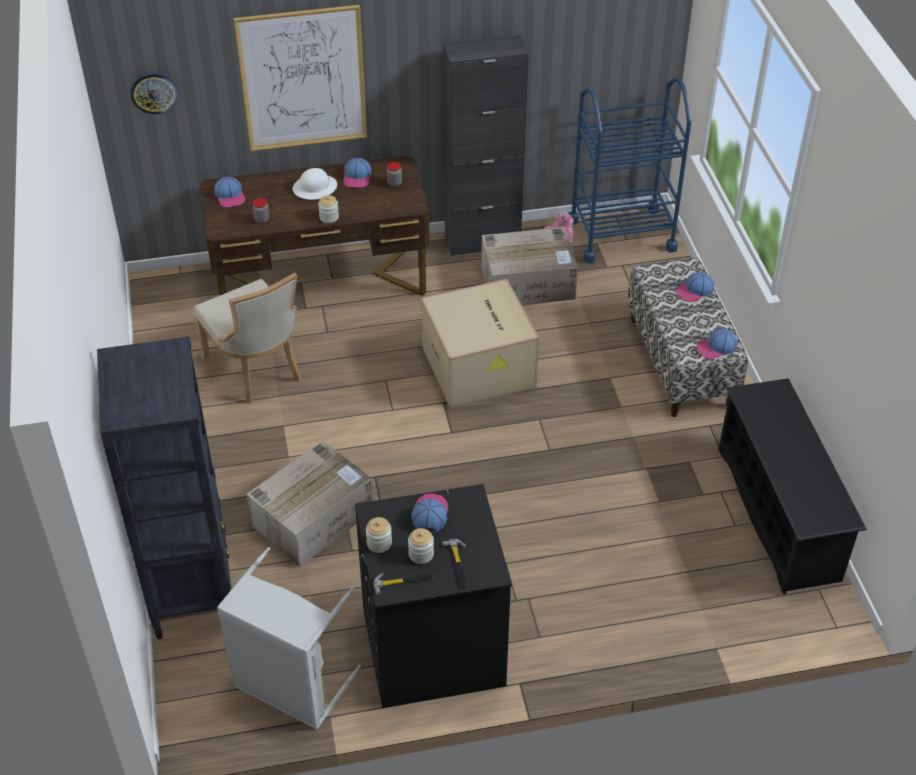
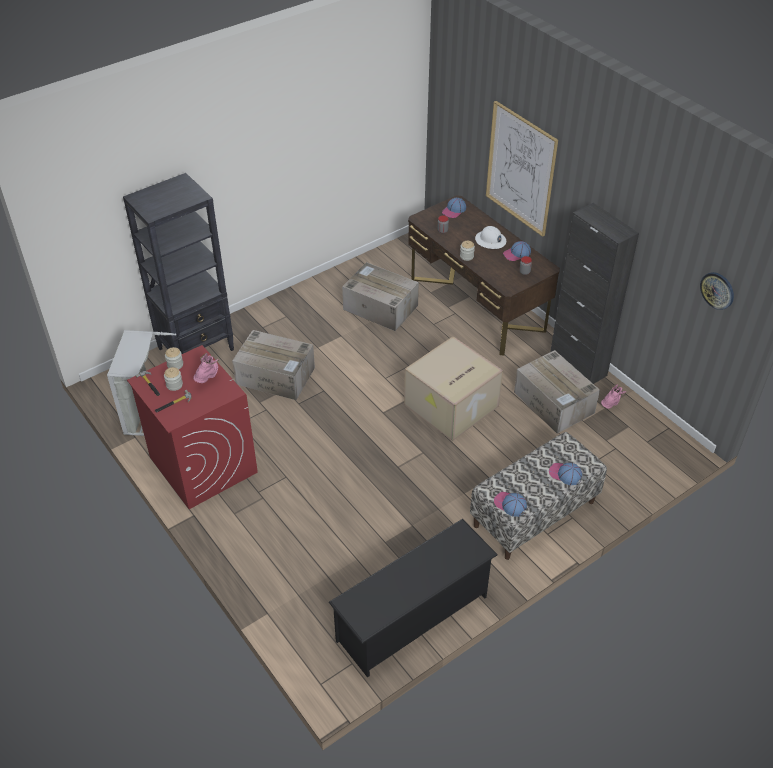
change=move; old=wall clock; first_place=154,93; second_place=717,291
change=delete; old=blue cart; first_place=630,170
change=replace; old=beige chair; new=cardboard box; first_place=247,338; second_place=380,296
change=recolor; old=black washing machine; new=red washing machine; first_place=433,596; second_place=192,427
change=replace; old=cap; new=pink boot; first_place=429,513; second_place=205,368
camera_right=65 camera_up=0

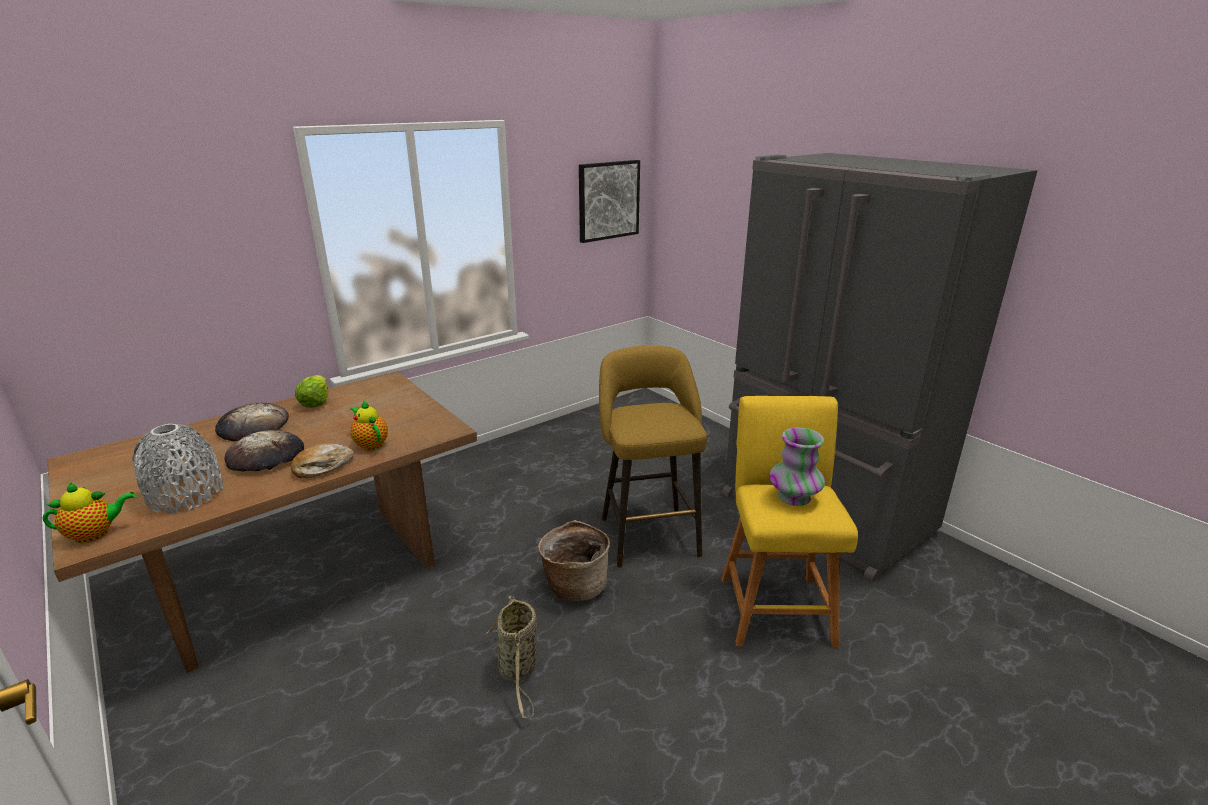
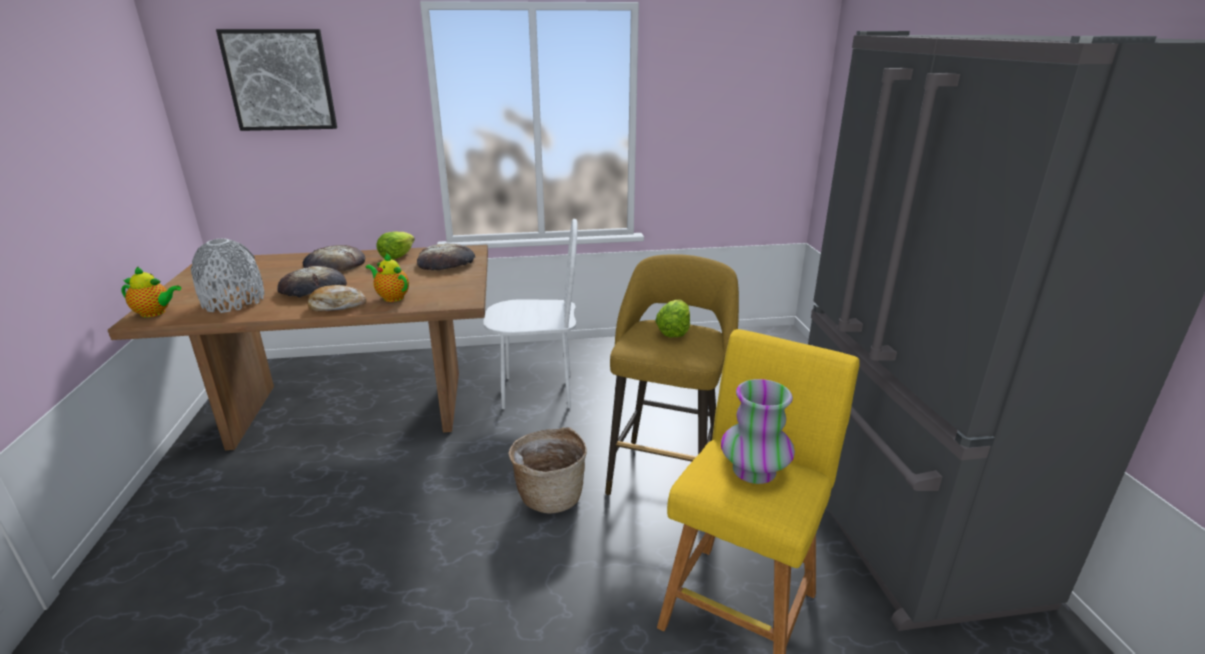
change=move; old=picture; first_place=609,201; second_place=276,80
change=rotate; old=teapot; first_place=369,426; second_place=387,277; degrees=-45
change=delete; old=basket; first_place=511,657
change=insert; new=white chair; second_place=530,314
change=insert; new=bread; second_place=446,257
change=insert; new=lettuce; second_place=672,318
camera_right=30 camera_up=0

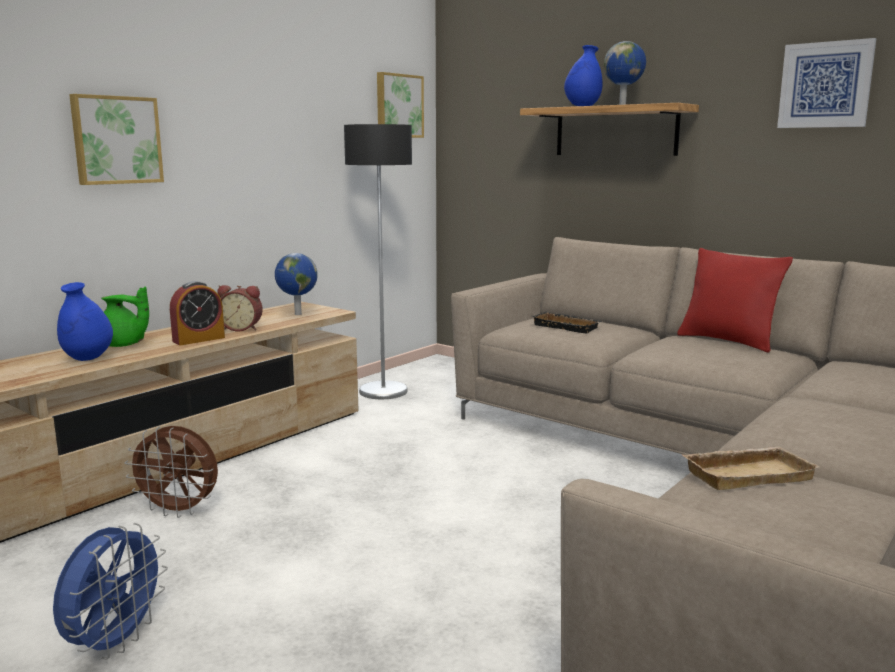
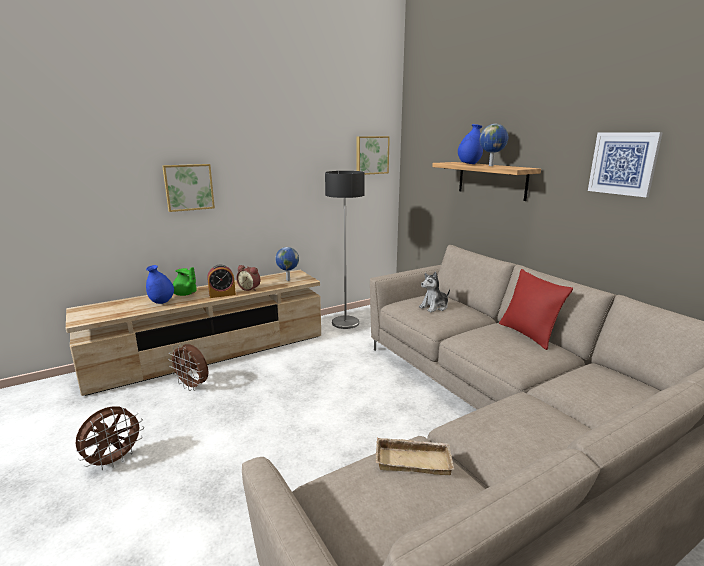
change=replace; old=black tray; new=plush toy; first_place=567,323; second_place=434,291
change=recolor; old=blue fan; new=brown fan; first_place=110,591; second_place=110,438
camera_right=20 camera_up=5

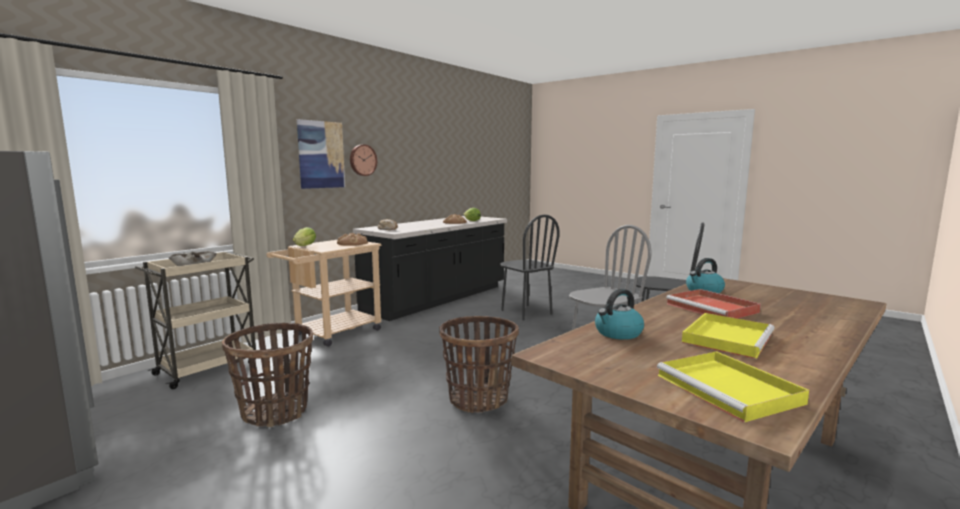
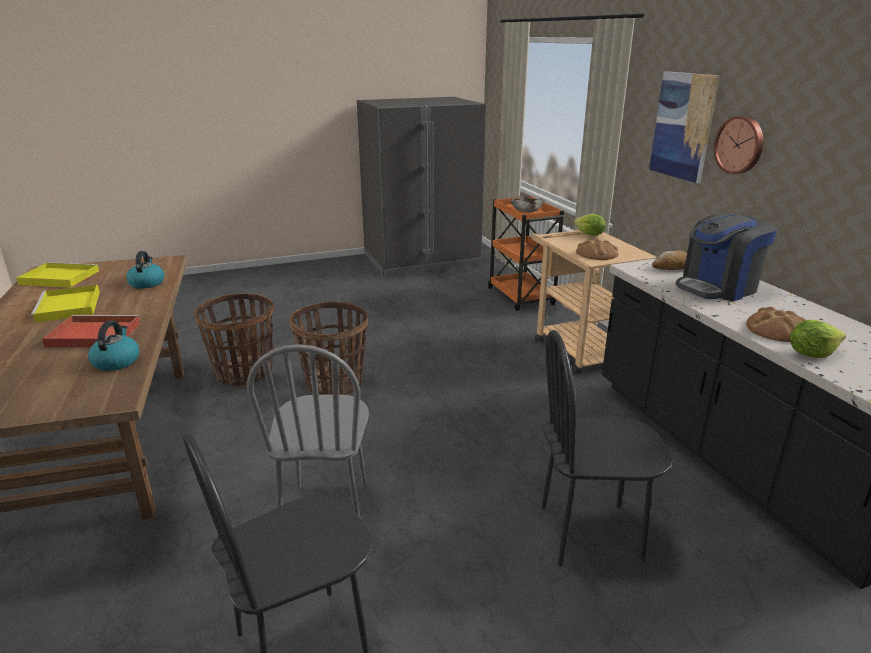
change=recolor; old=beige cart; new=orange cart; first_place=195,320; second_place=526,253
change=move; old=basket; first_place=267,375; second_place=234,339
change=insert; new=coffee machine; second_place=726,257
camera_right=120 camera_up=15

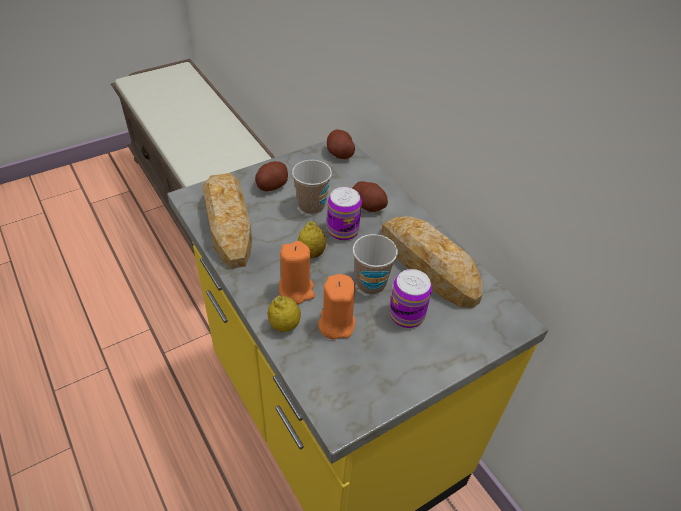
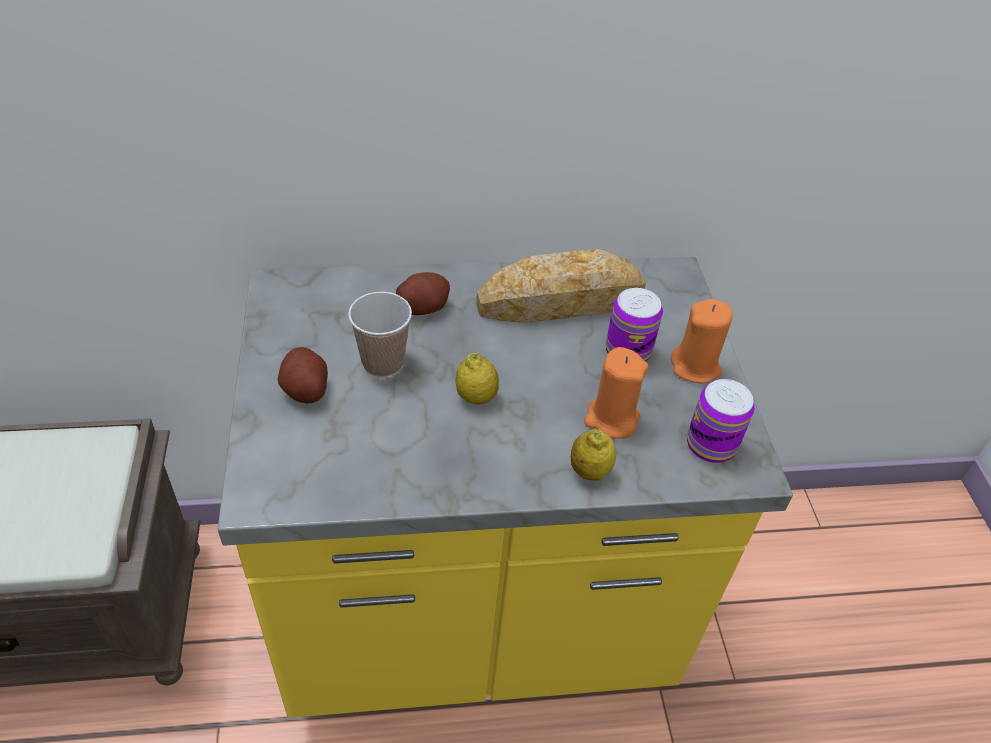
change=delete; old=potato; first_place=341,144
change=delete; old=bread; first_place=227,221
change=move; old=can; first_place=344,214; second_place=721,421
change=delete; old=cup; first_place=375,264
change=move; old=orange candle; first_place=297,272; second_place=702,341
camera_right=-65 camera_up=0

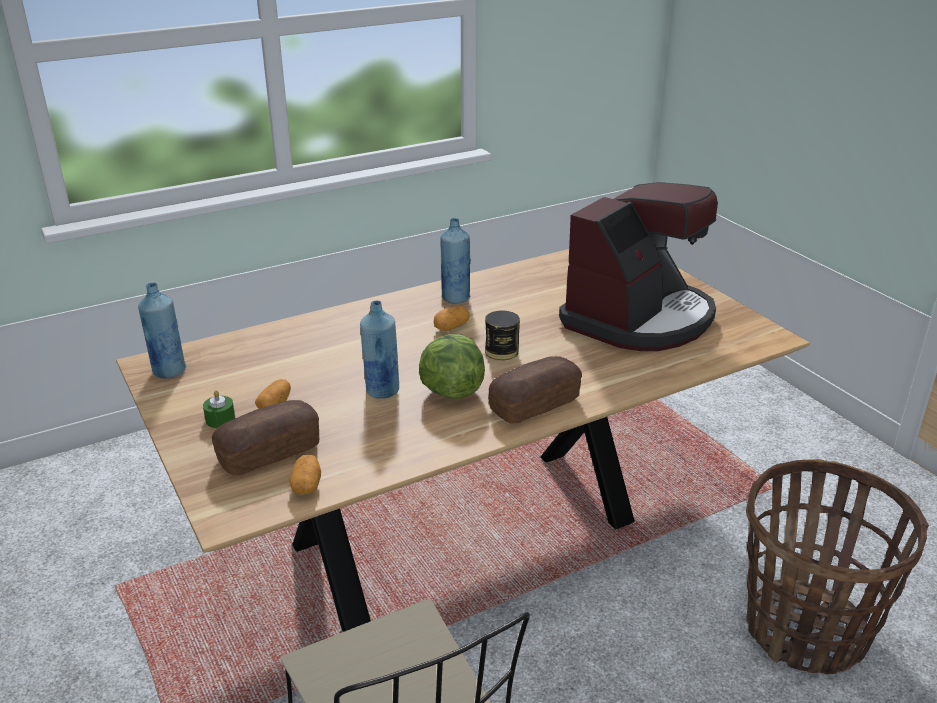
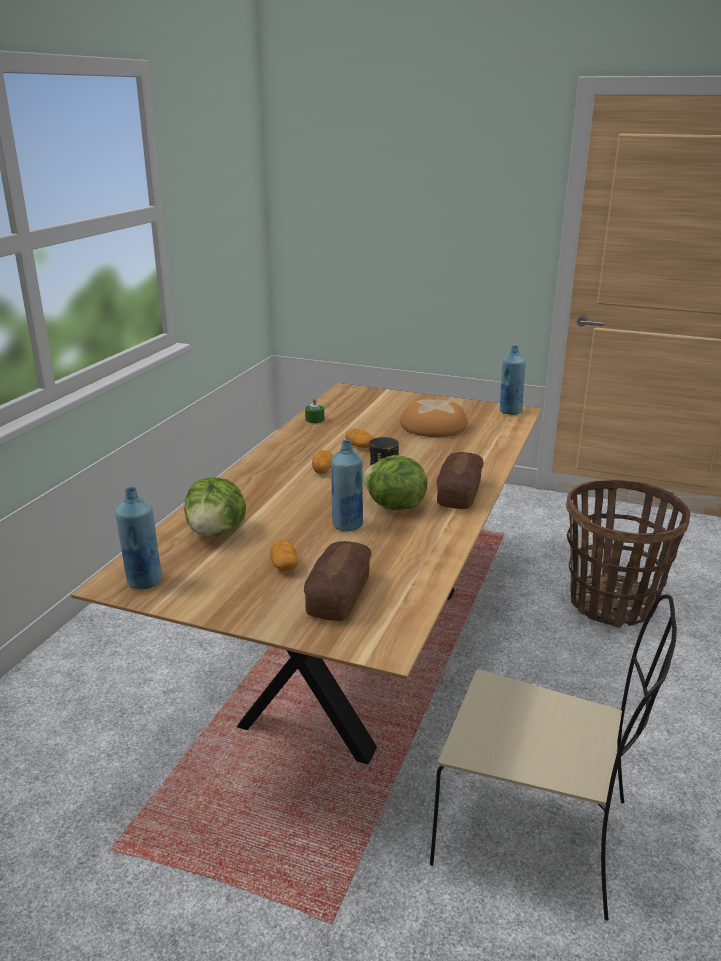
change=replace; old=coffee machine; new=bread; first_place=638,266; second_place=433,417
change=move; old=blue bottle; first_place=455,261; second_place=513,380
change=move; old=green candle; first_place=219,409; second_place=314,410
change=move; old=potato; first_place=305,474; second_place=359,438
change=insert; new=lettuce; second_place=215,506
camera_right=-40 camera_up=-5

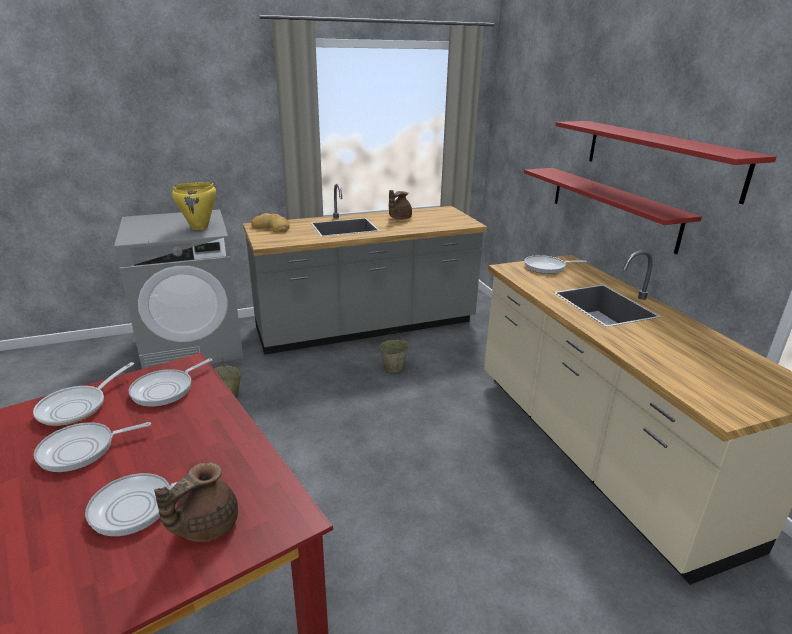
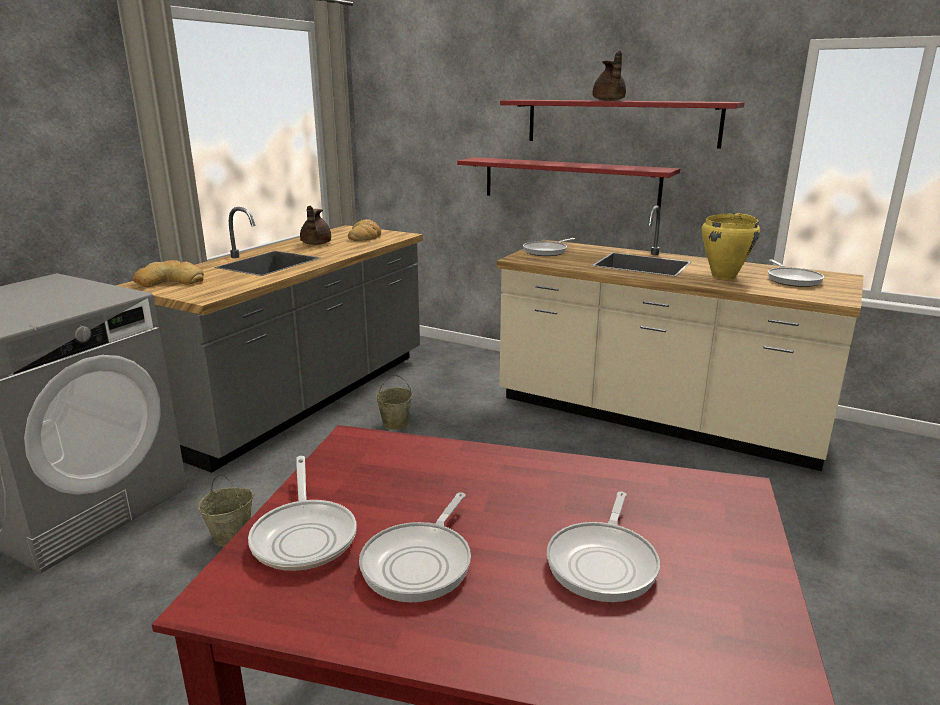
change=move; old=yellow cooking pot; first_place=194,206; second_place=730,246
change=move; old=frying pan; first_place=170,382; second_place=796,273
change=move; old=brown teapot; first_place=196,502; second_place=609,76
change=insert; new=bread; second_place=364,230
camera_right=-40 camera_up=-5

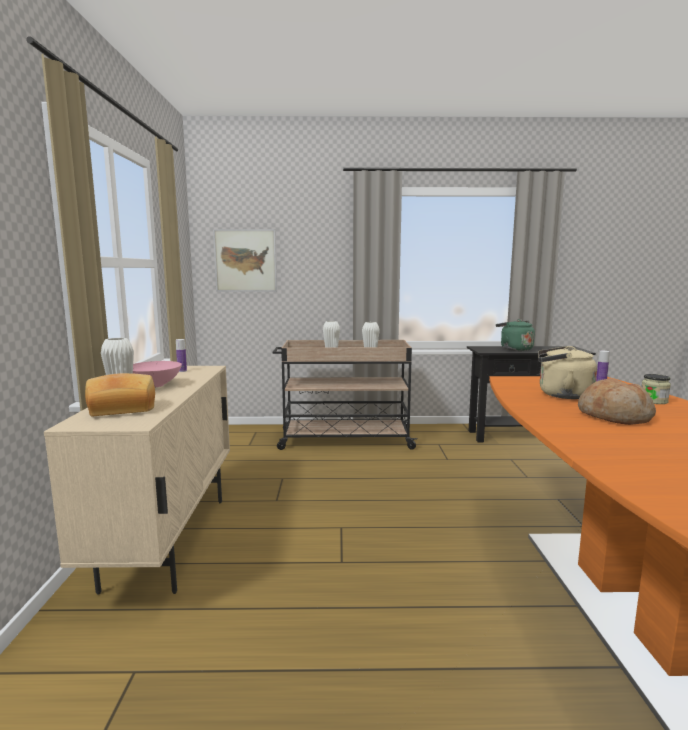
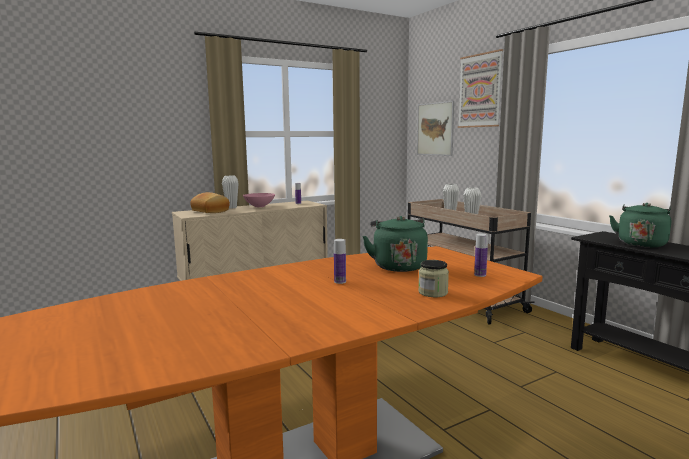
change=recolor; old=beige kettle; new=green kettle; first_place=567,372; second_place=395,244
change=replace; old=bread; new=bottle; first_place=617,401; second_place=340,261
change=insert; new=picture; second_place=480,88
camera_right=60 camera_up=0

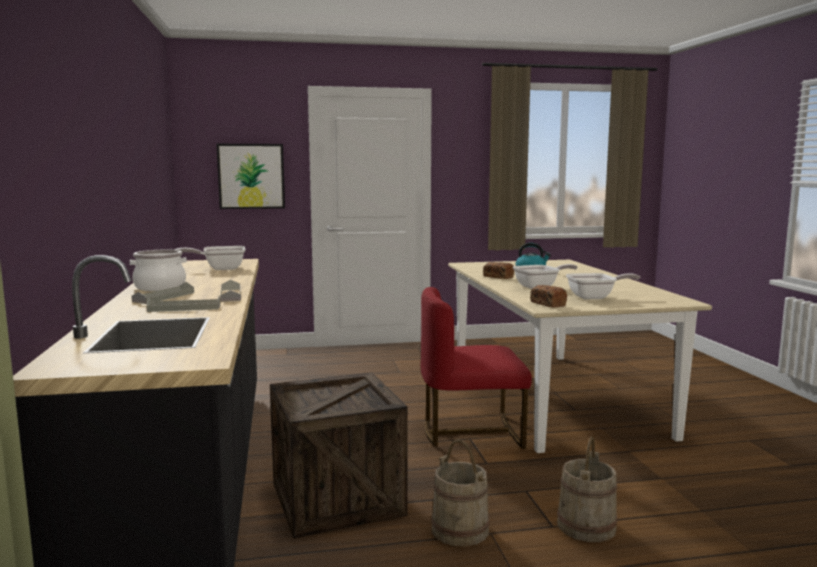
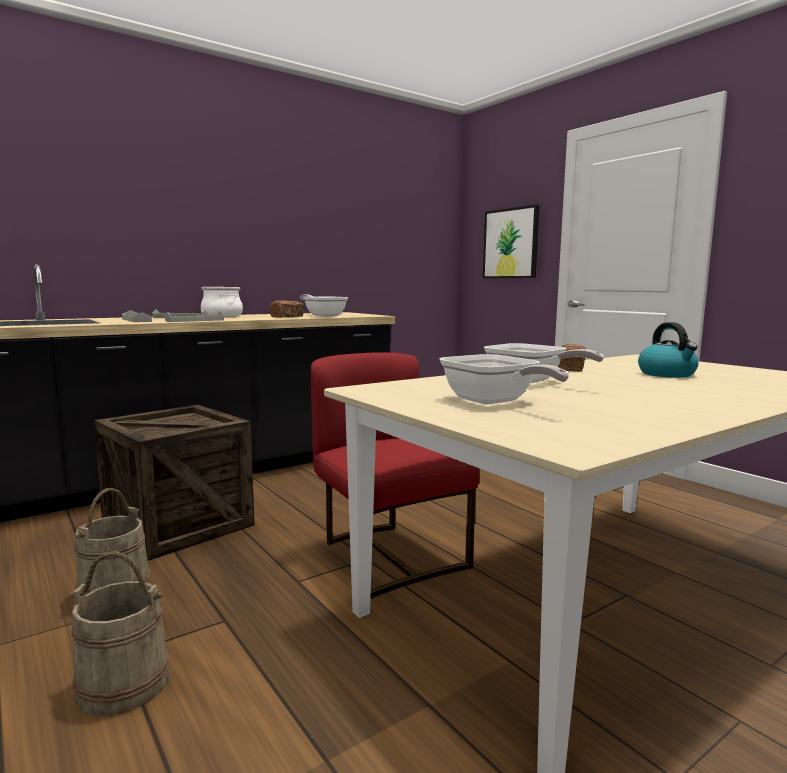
change=move; old=bread; first_place=548,296; second_place=287,308
camera_right=65 camera_up=0

